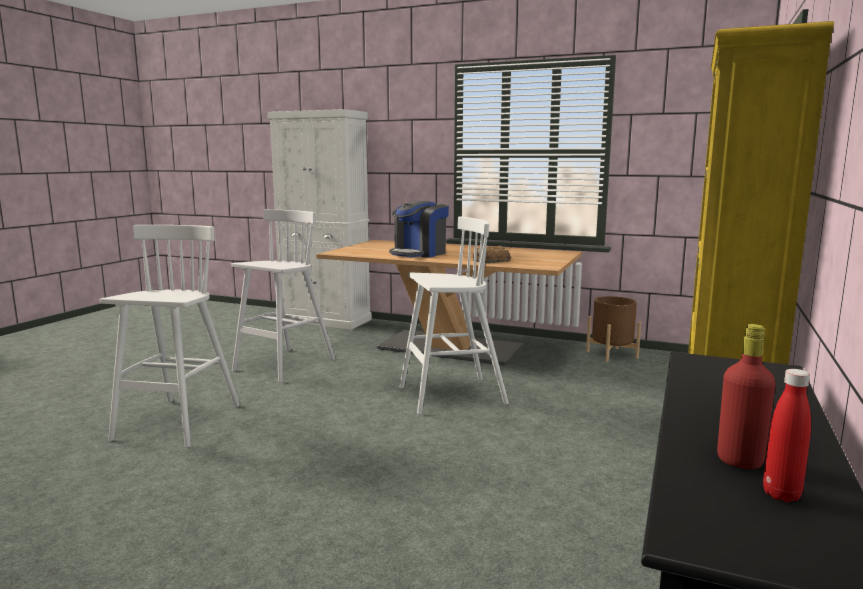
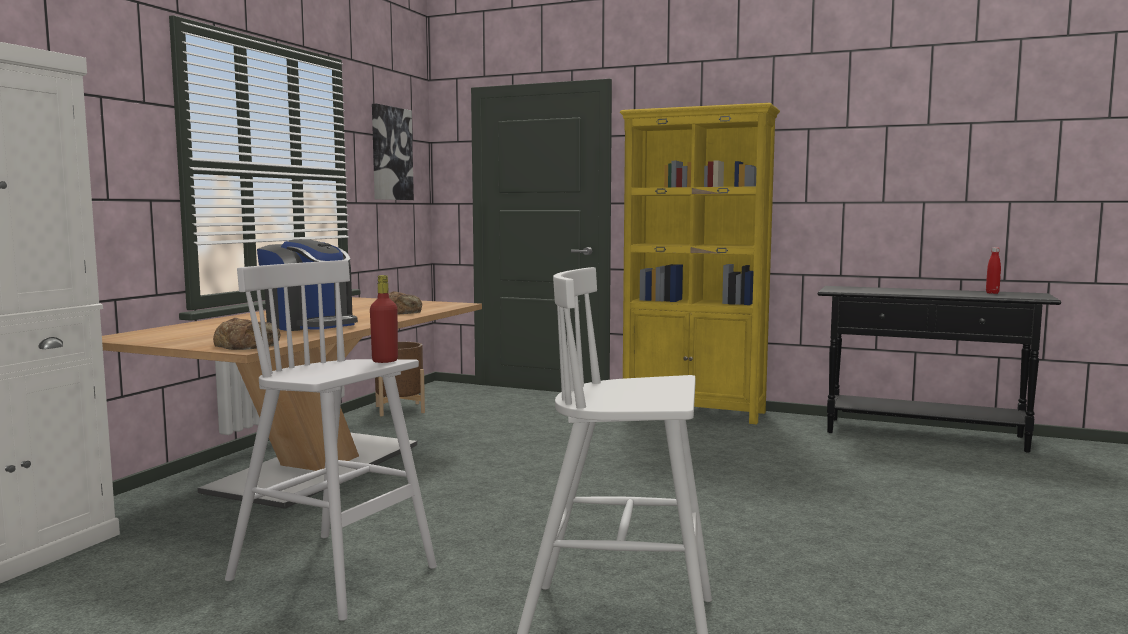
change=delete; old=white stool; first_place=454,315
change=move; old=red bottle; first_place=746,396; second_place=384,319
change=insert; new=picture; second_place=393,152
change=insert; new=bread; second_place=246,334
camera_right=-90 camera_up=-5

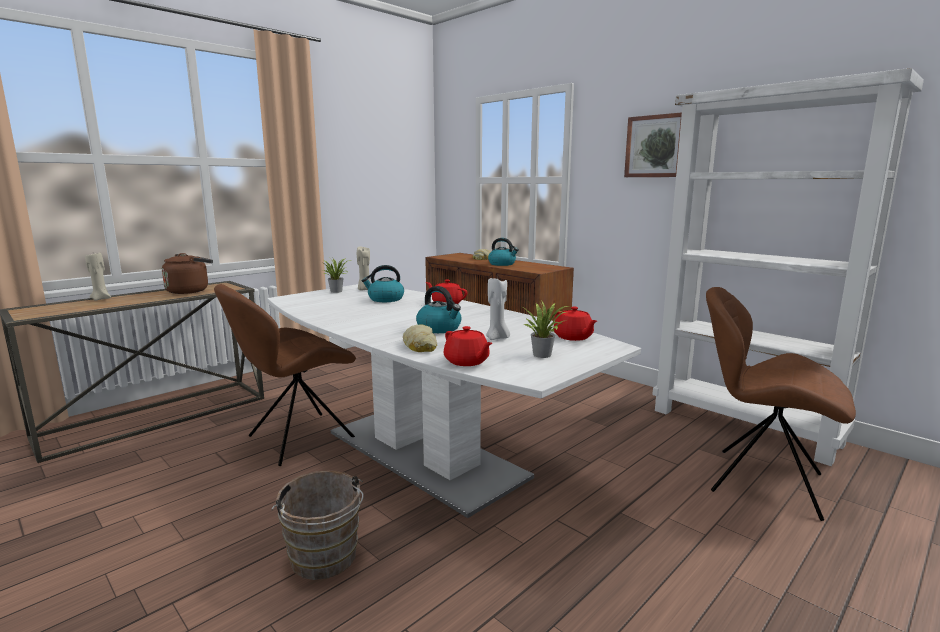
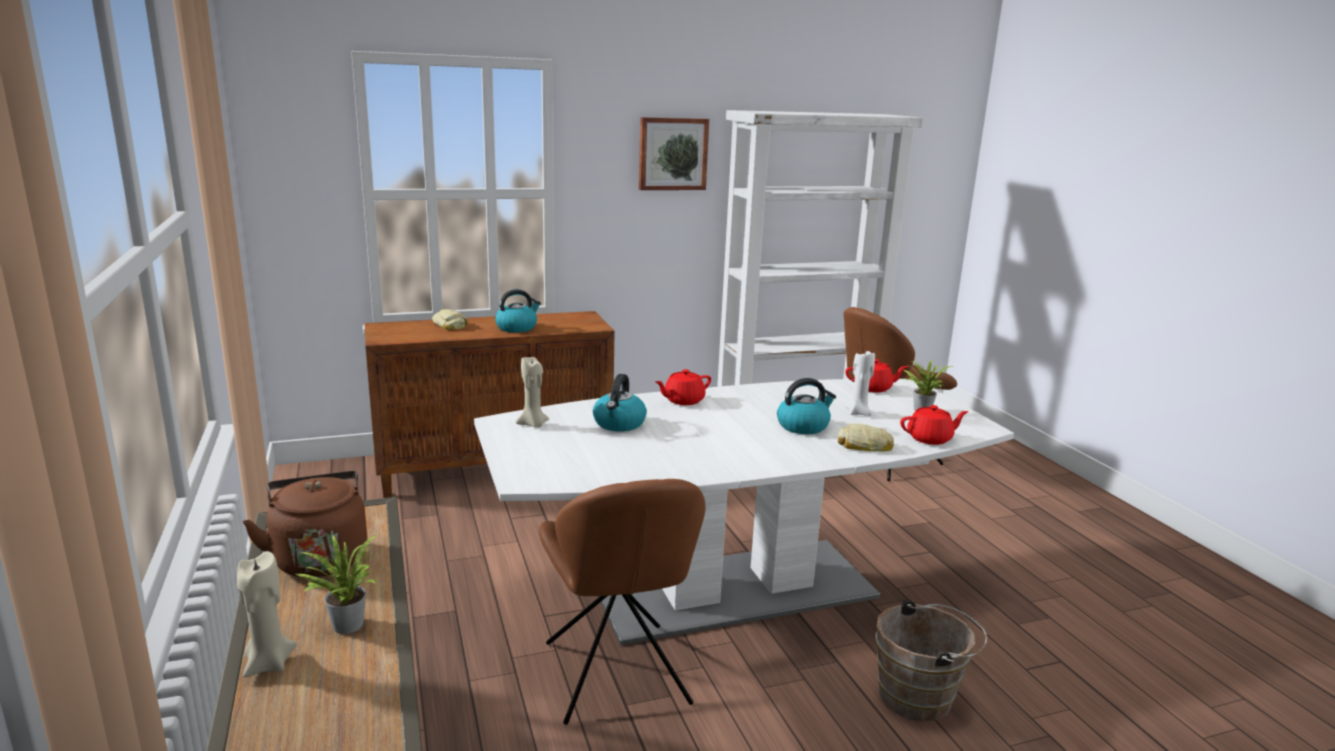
change=move; old=potted plant; first_place=337,275; second_place=336,584
camera_right=-65 camera_up=5

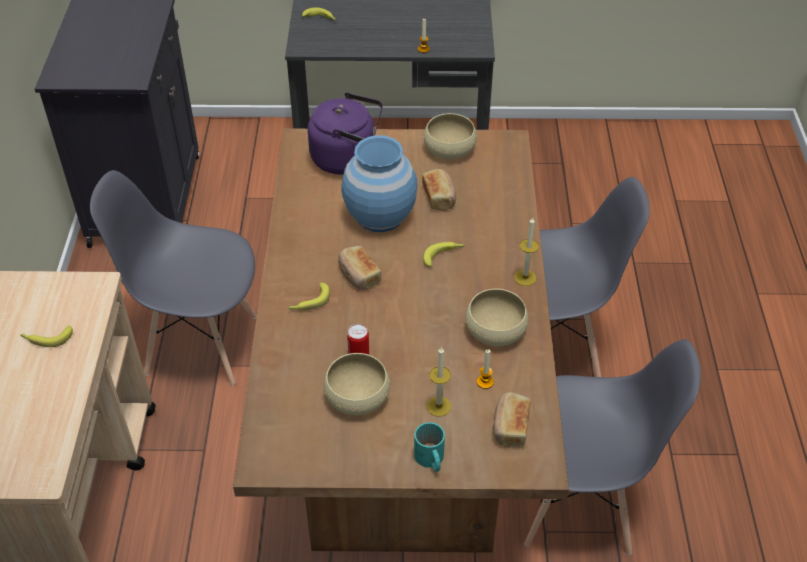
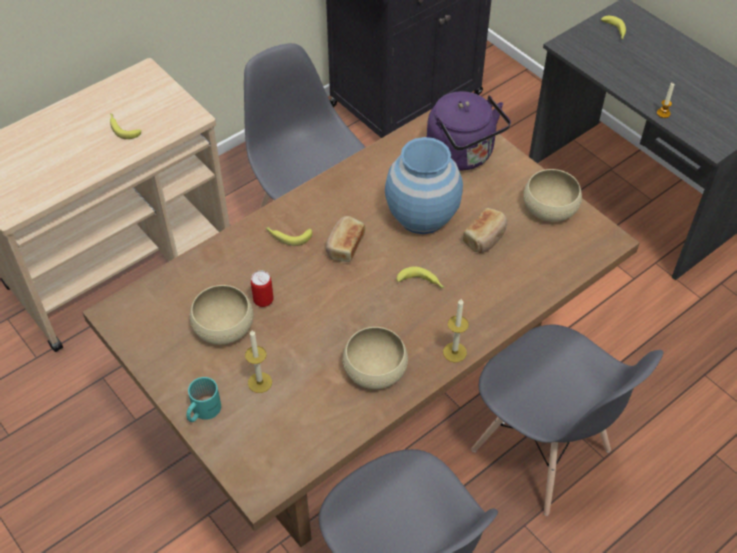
change=delete; old=candle; first_place=485,369
change=delete; old=bread; first_place=512,419
camera_right=50 camera_up=5

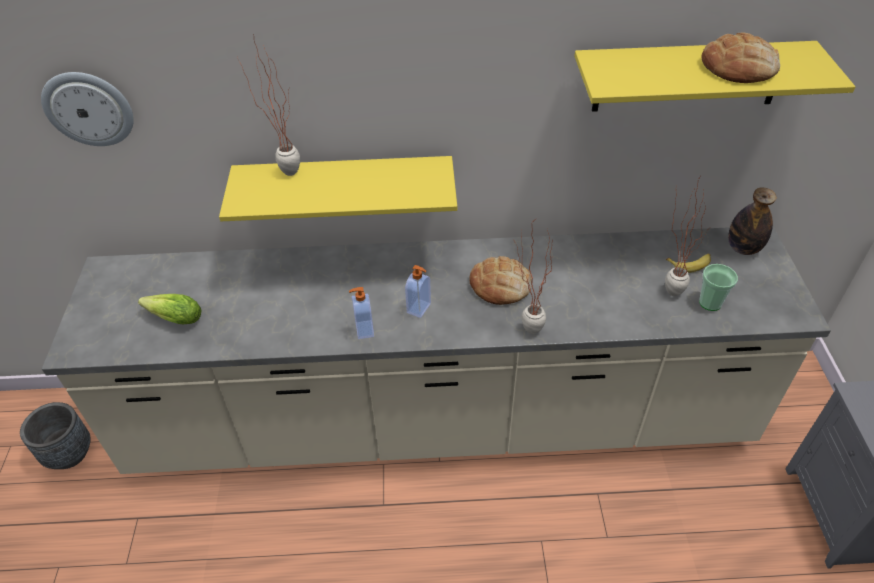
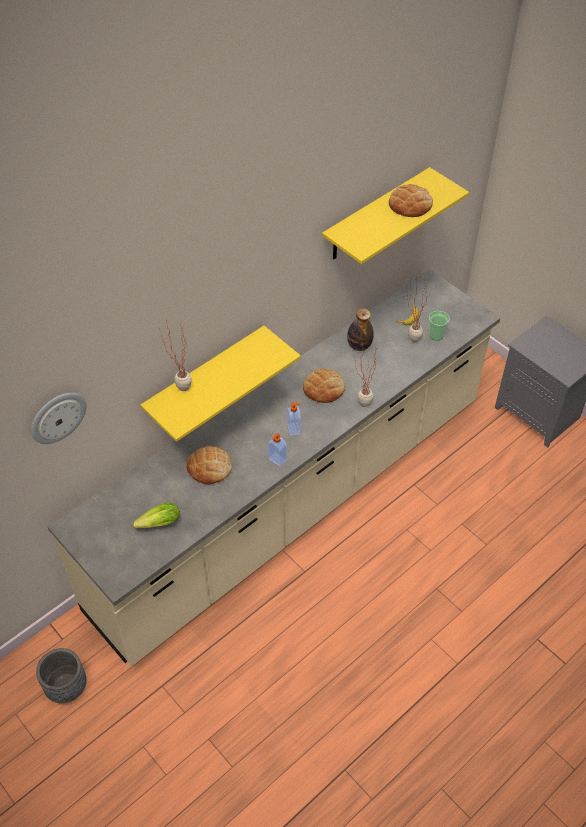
change=move; old=bottle; first_place=752,221; second_place=360,329
change=insert; new=bread; second_place=209,465
camera_right=-40 camera_up=5

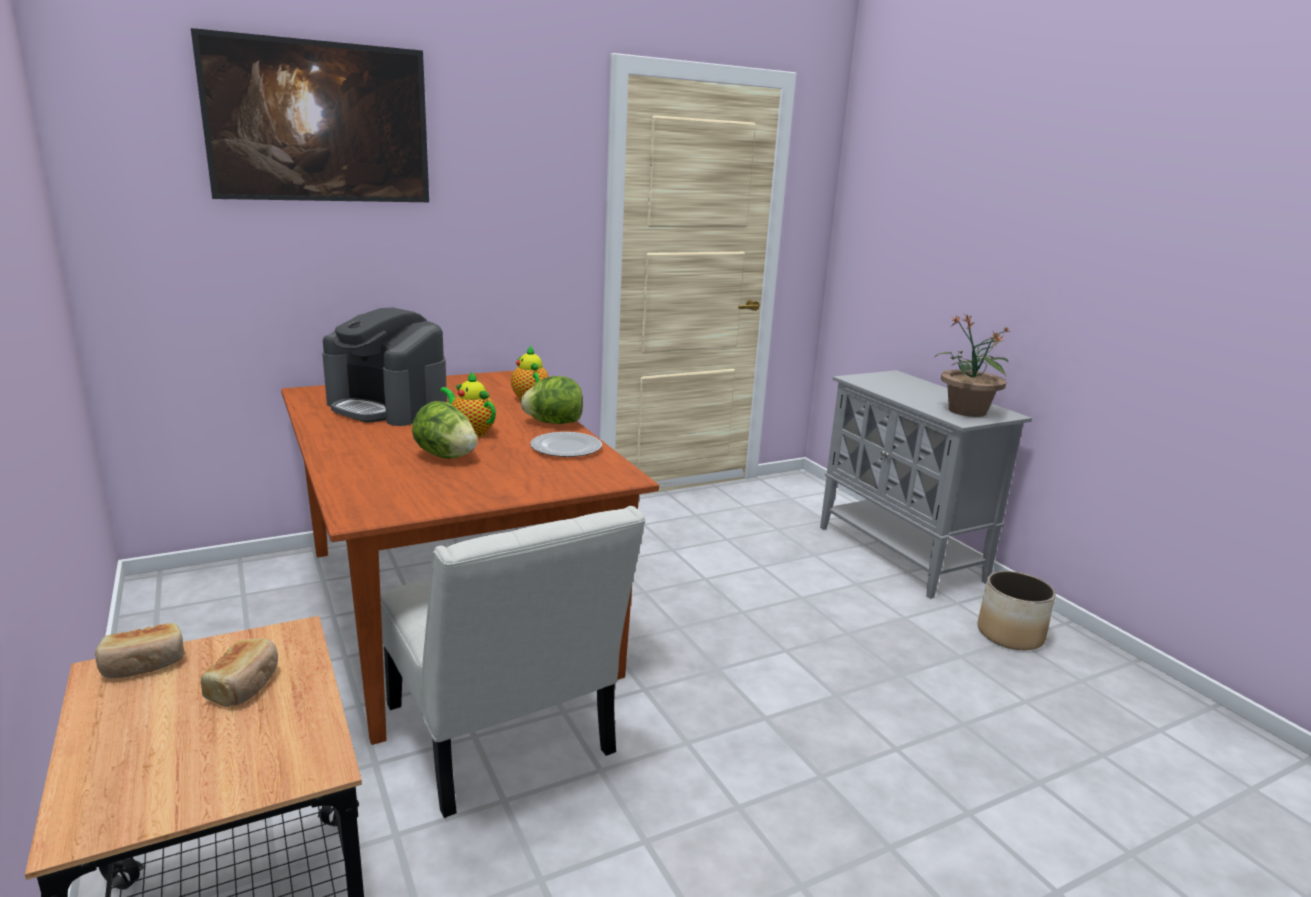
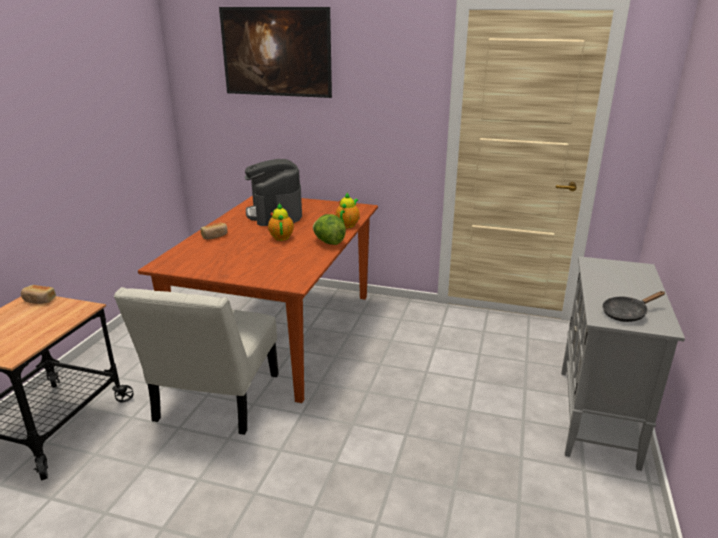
change=replace; old=potted plant; new=black frying pan; first_place=971,365; second_place=633,306
change=delete; old=lettuce; first_place=445,430
change=delete; old=plate; first_place=566,444
change=delete; old=planter; first_place=1017,610
change=move; old=bread; first_place=239,672; second_place=214,231
camera_right=45 camera_up=5

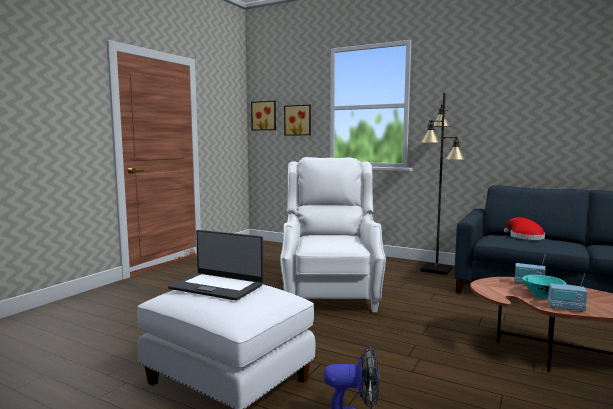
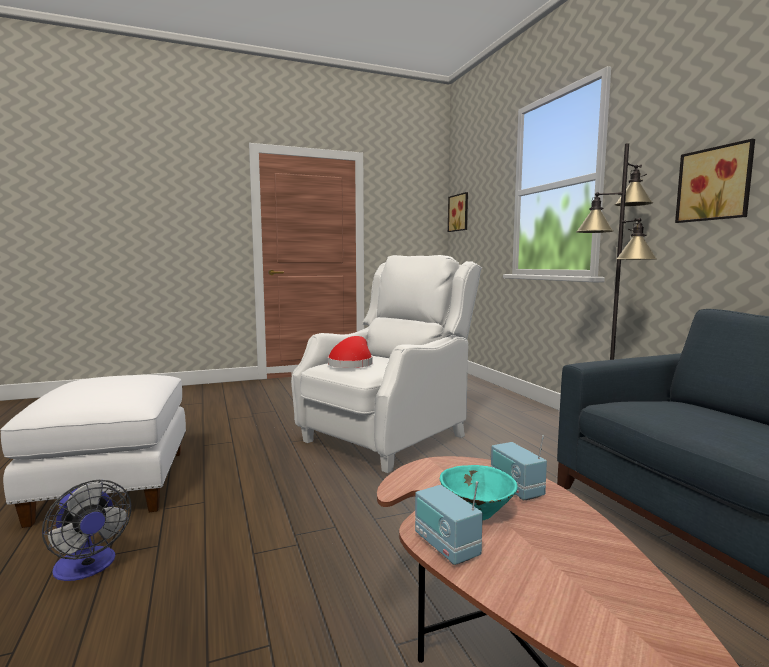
change=move; old=picture; first_place=297,120; second_place=715,181
change=move; old=red hat; first_place=524,228; second_place=350,352
change=delete; old=laptop; first_place=216,265
camera_right=40 camera_up=0

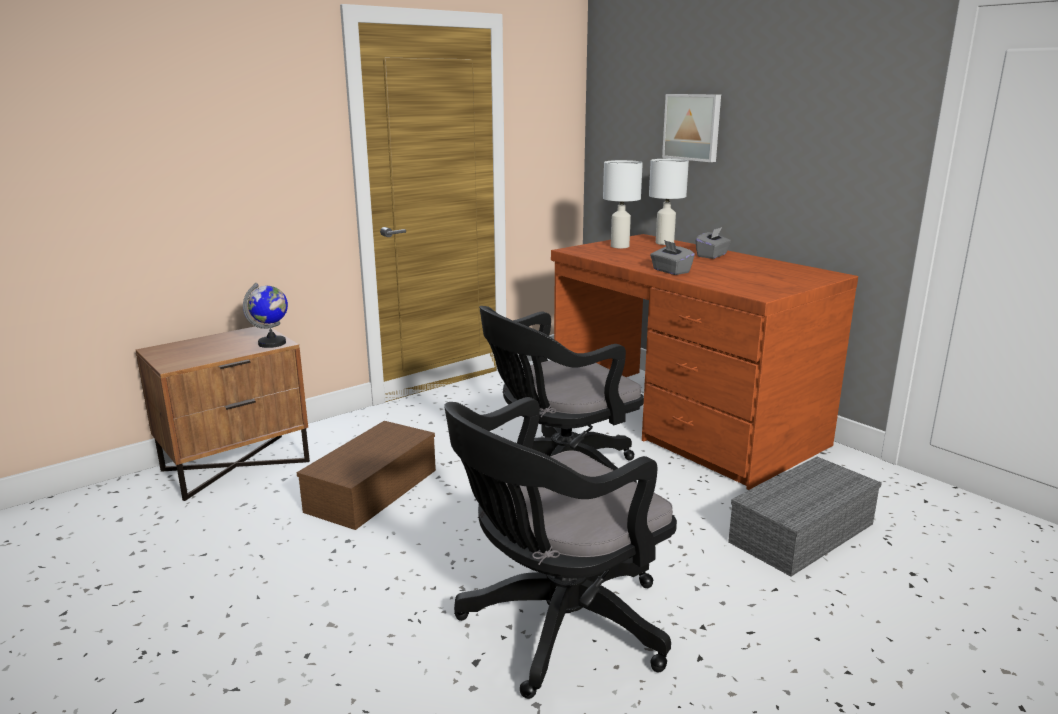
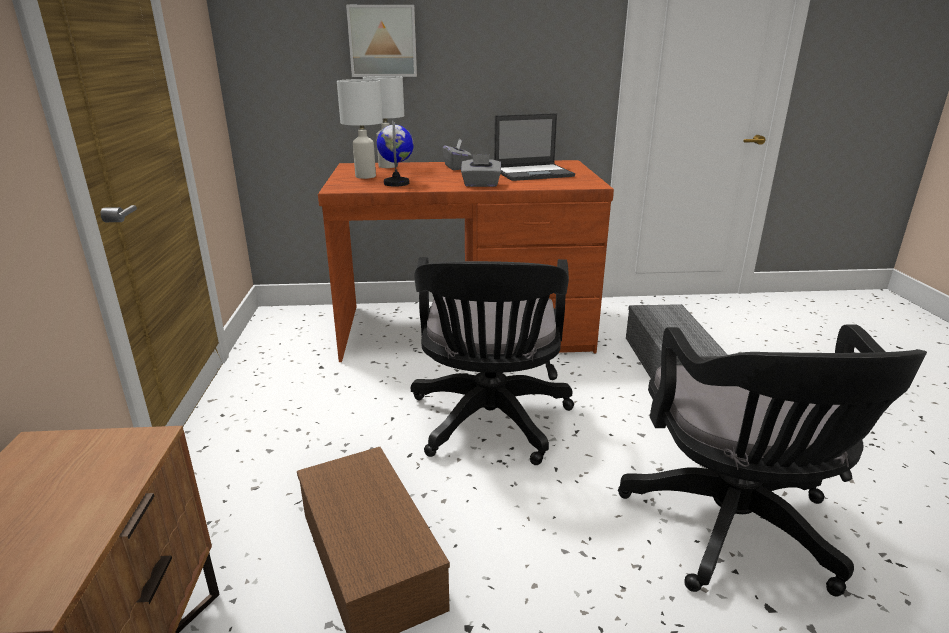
change=move; old=globe; first_place=265,315; second_place=395,154
change=insert; new=laptop; second_place=534,147
camera_right=-55 camera_up=5

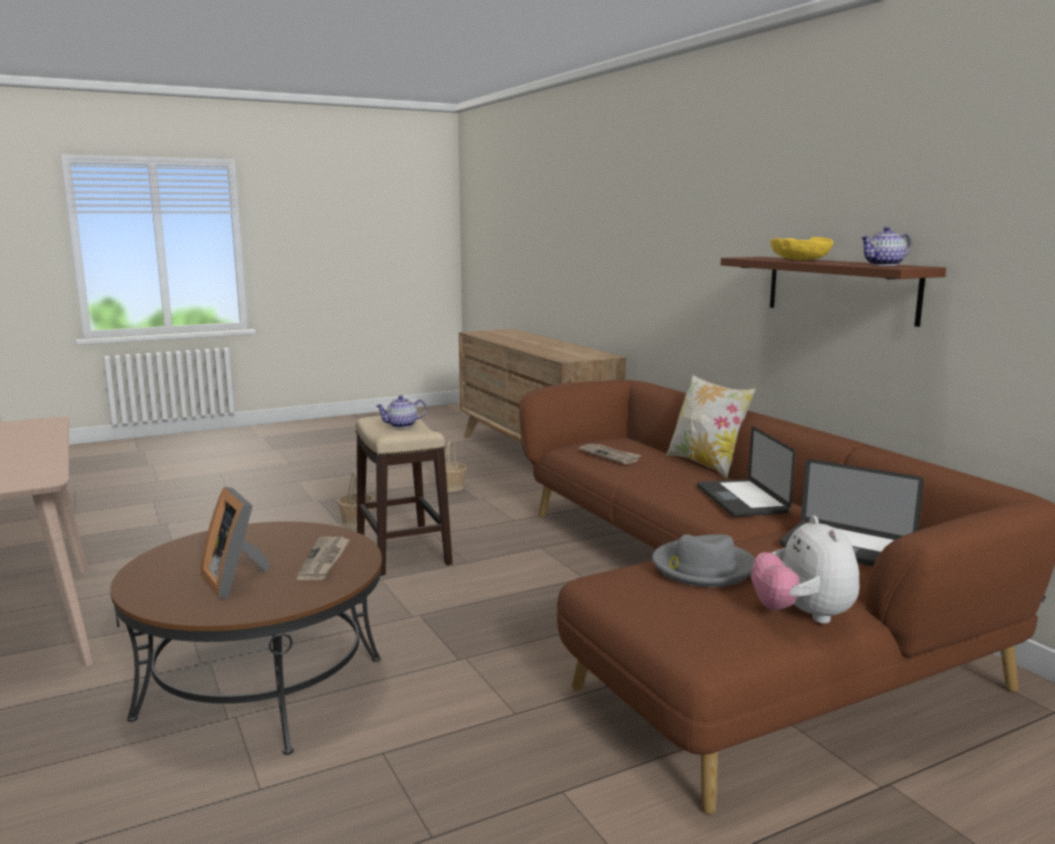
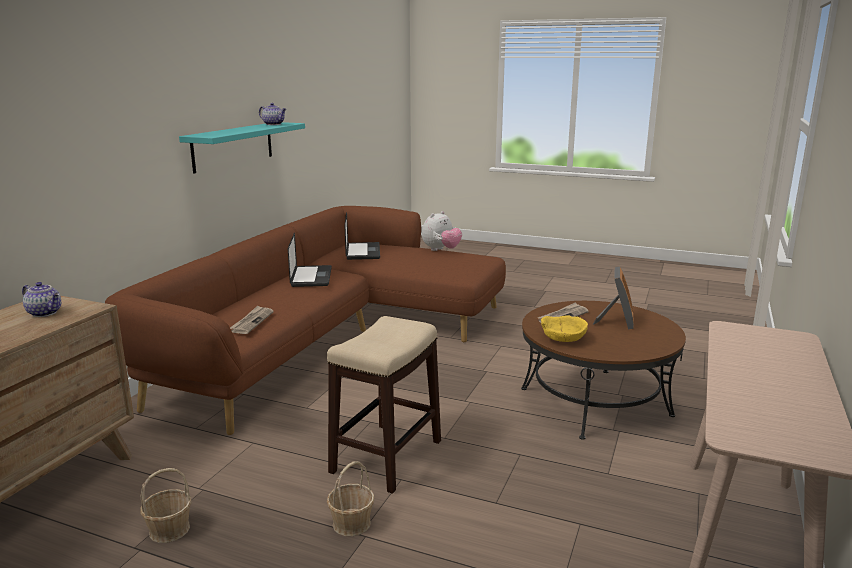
change=move; old=yellow bowl; first_place=802,248; second_place=564,328
change=recolor; old=brown shelf; new=turquoise shelf; first_place=833,292; second_place=242,148
change=delete; old=pillow; first_place=711,427
change=move; old=teapot; first_place=401,411; second_place=41,299
change=rotate; old=laptop; first_place=746,471; second_place=310,260; degrees=-45
change=delete; old=grey hat; first_place=703,560
camera_right=-130 camera_up=5

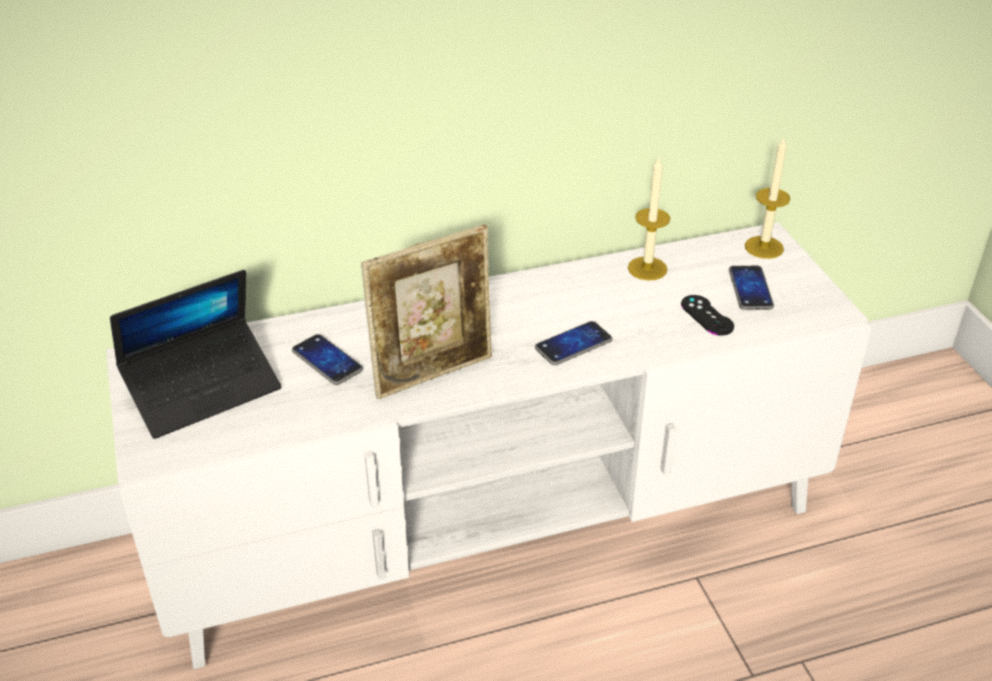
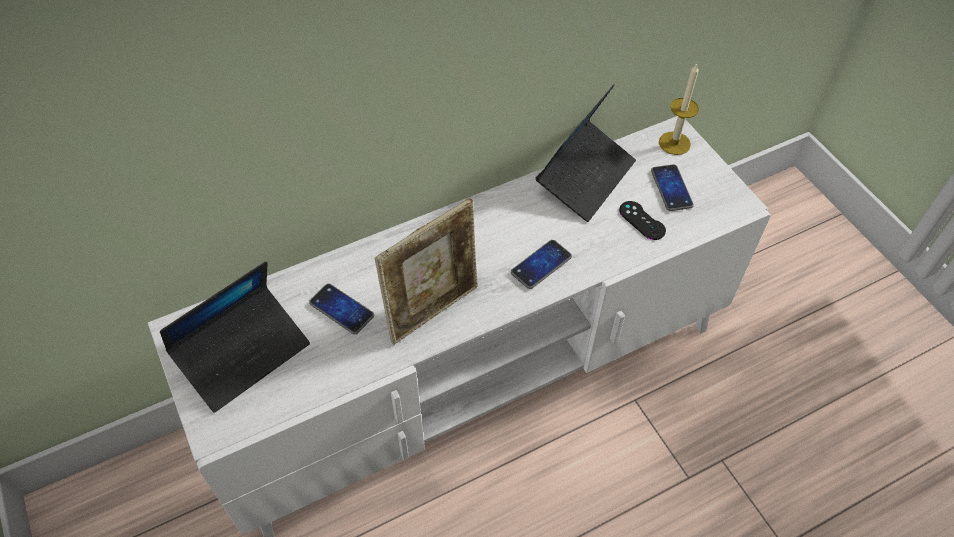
change=replace; old=candle; new=laptop; first_place=649,219; second_place=586,153
camera_right=-10 camera_up=15

